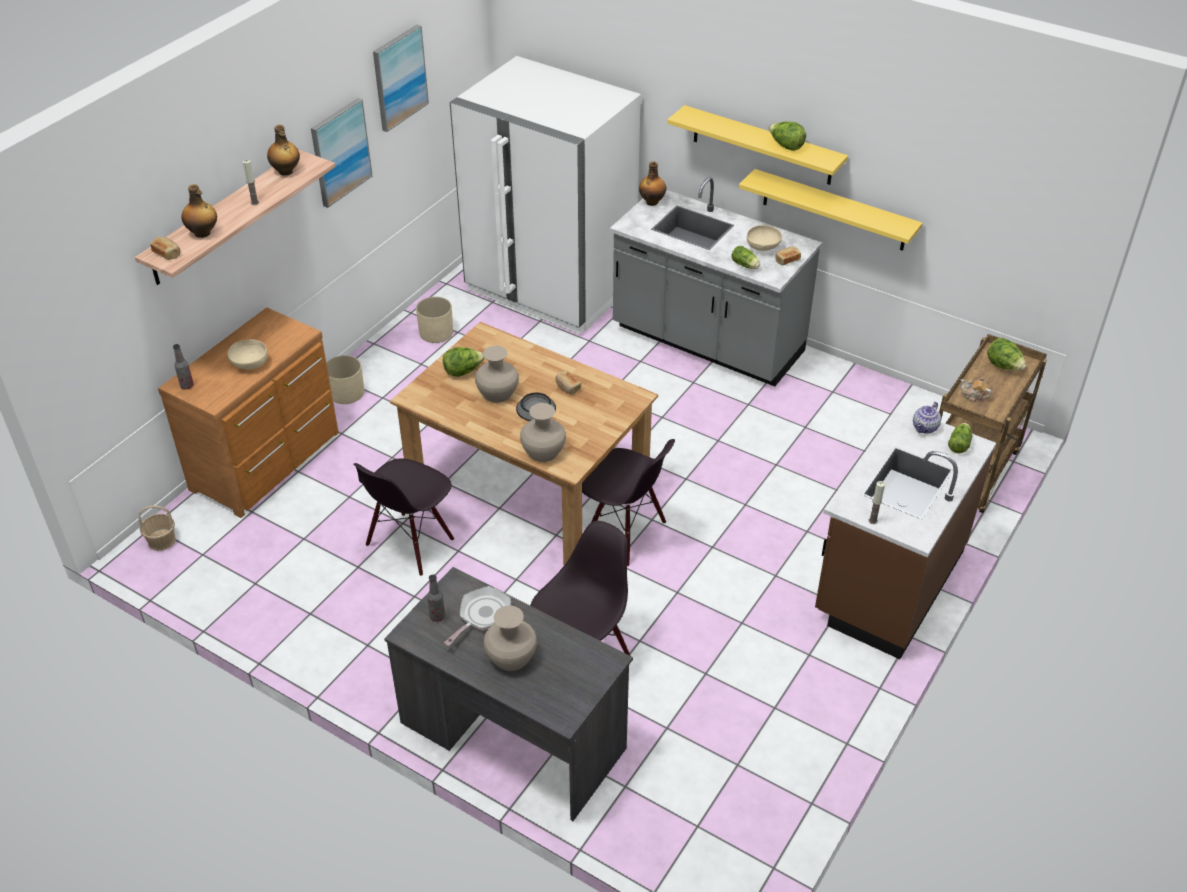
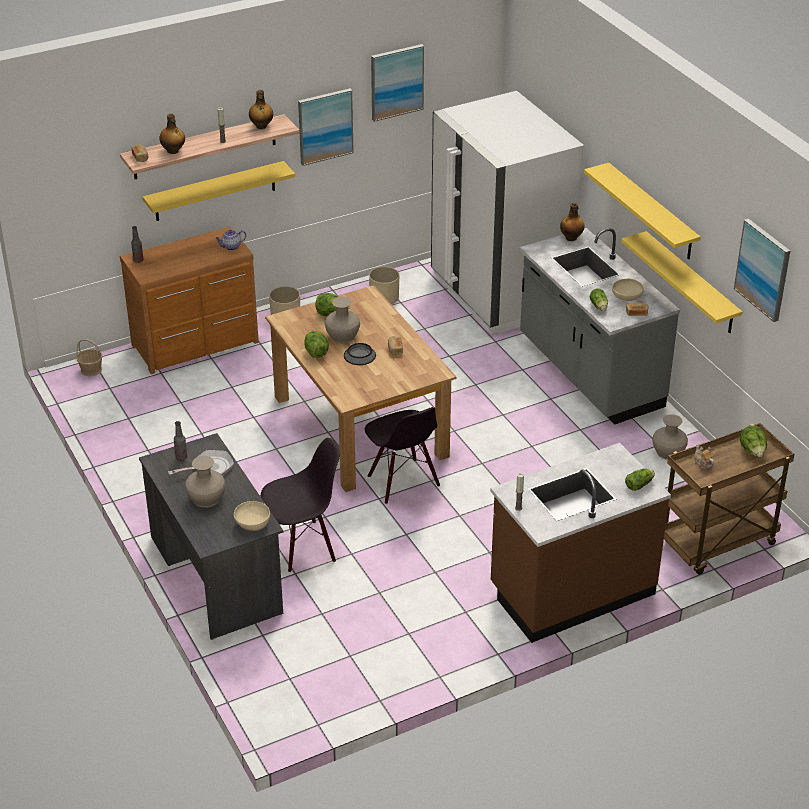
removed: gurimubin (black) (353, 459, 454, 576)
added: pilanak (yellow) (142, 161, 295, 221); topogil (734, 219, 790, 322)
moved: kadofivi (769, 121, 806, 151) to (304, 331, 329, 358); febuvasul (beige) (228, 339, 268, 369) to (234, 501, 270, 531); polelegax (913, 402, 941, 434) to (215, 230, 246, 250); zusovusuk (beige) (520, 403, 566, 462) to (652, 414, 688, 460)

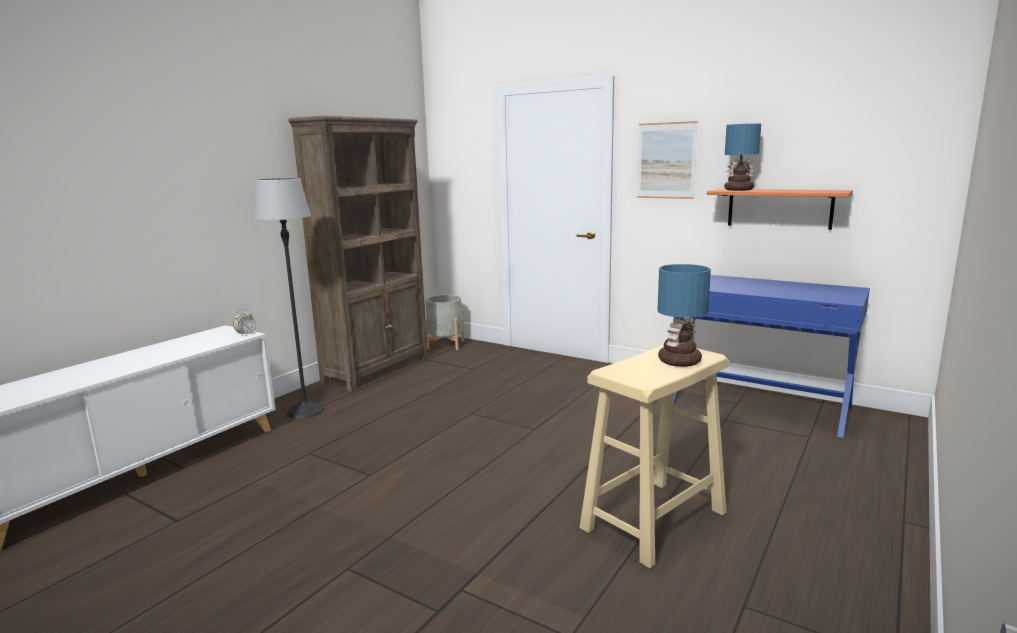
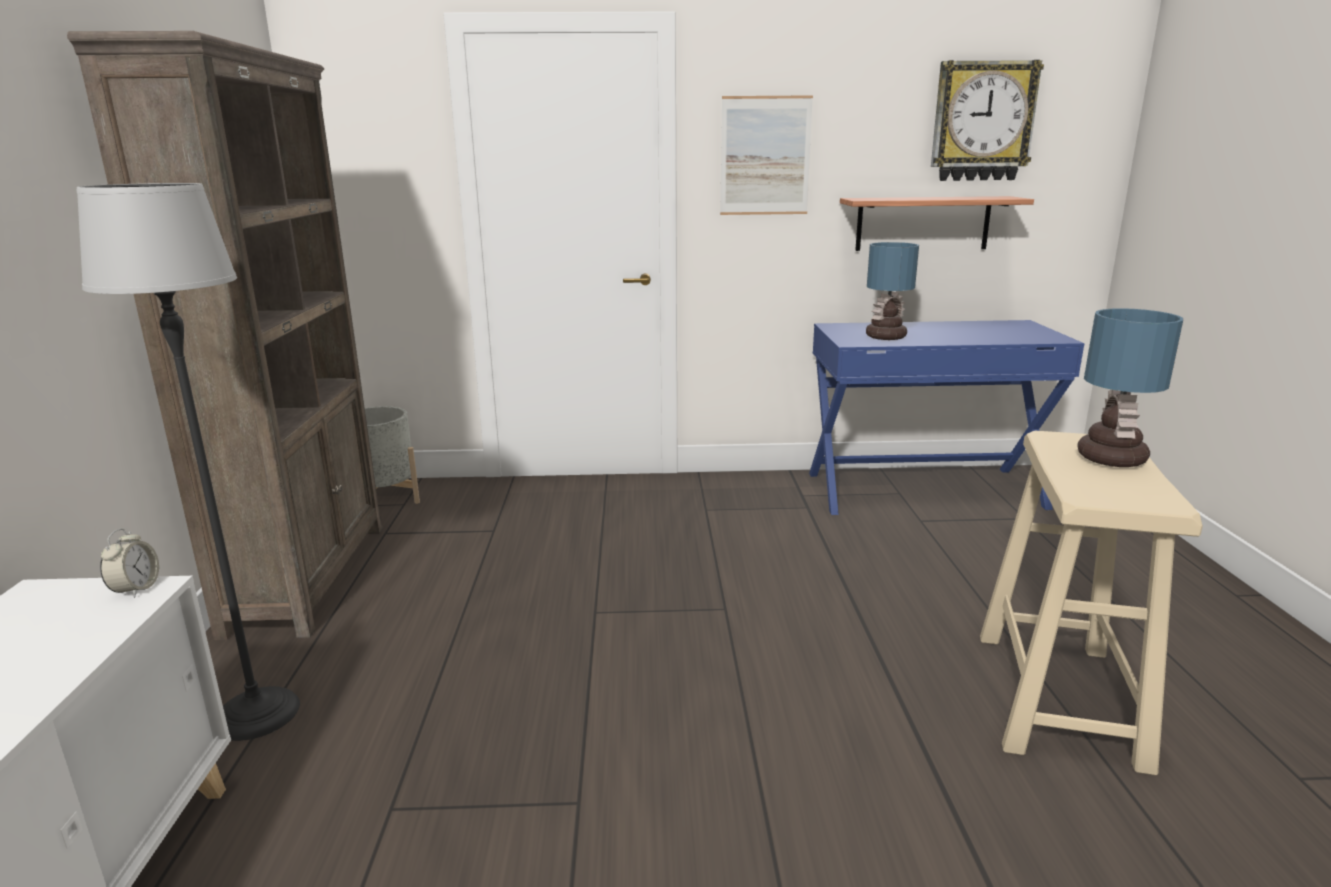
added: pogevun (931, 60, 1044, 181)
moved: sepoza (724, 124, 761, 191) to (866, 242, 919, 340)

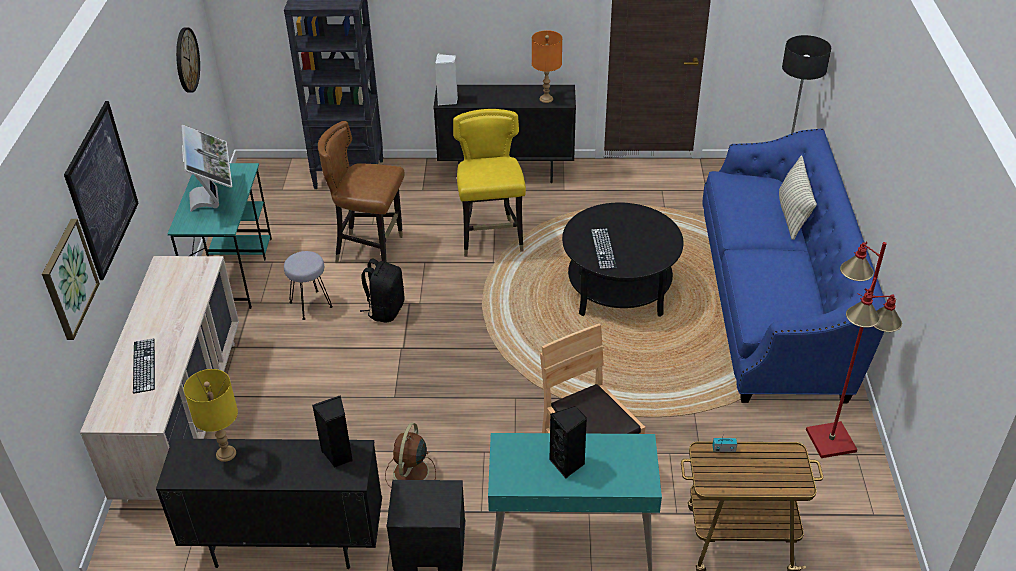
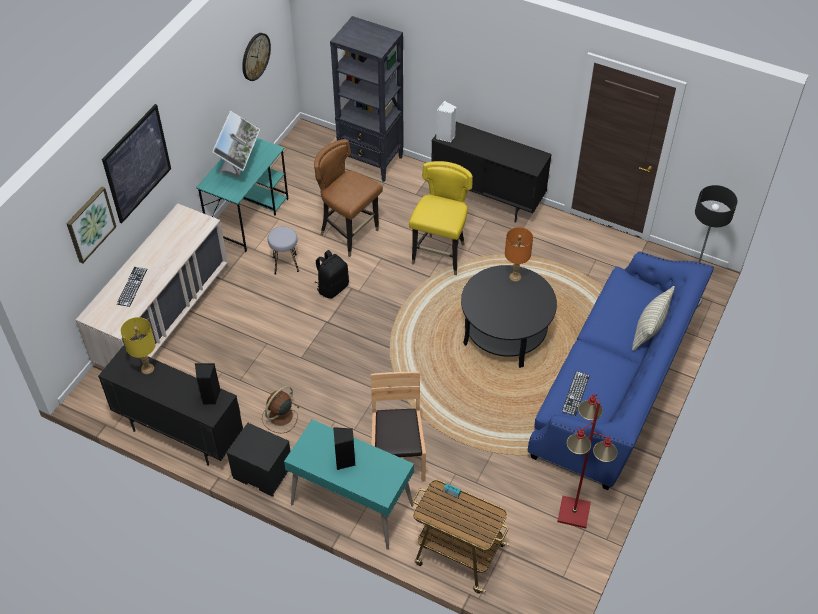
moved: sepoza (orange) (532, 30, 562, 103) to (505, 227, 533, 282); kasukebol (591, 228, 617, 269) to (562, 371, 590, 416)

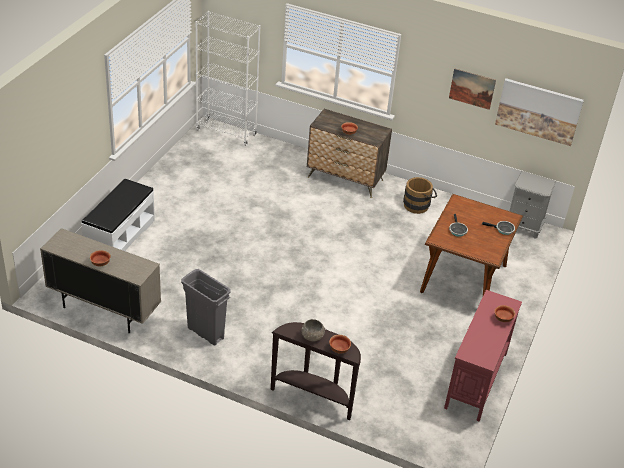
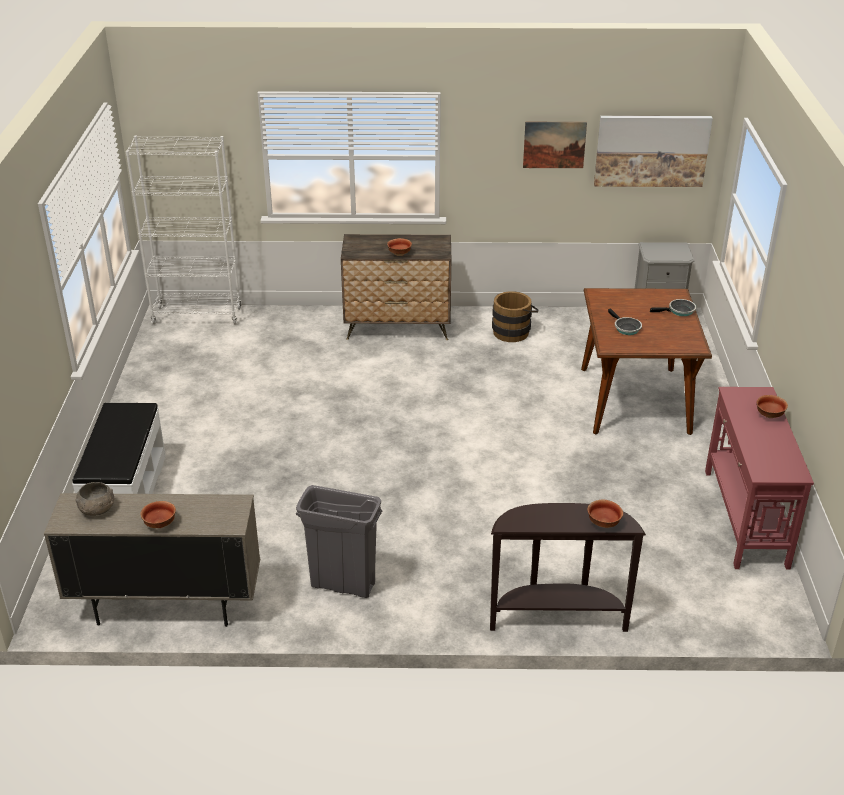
moved: febuvasul (grey) (301, 319, 325, 341) to (75, 482, 114, 516)

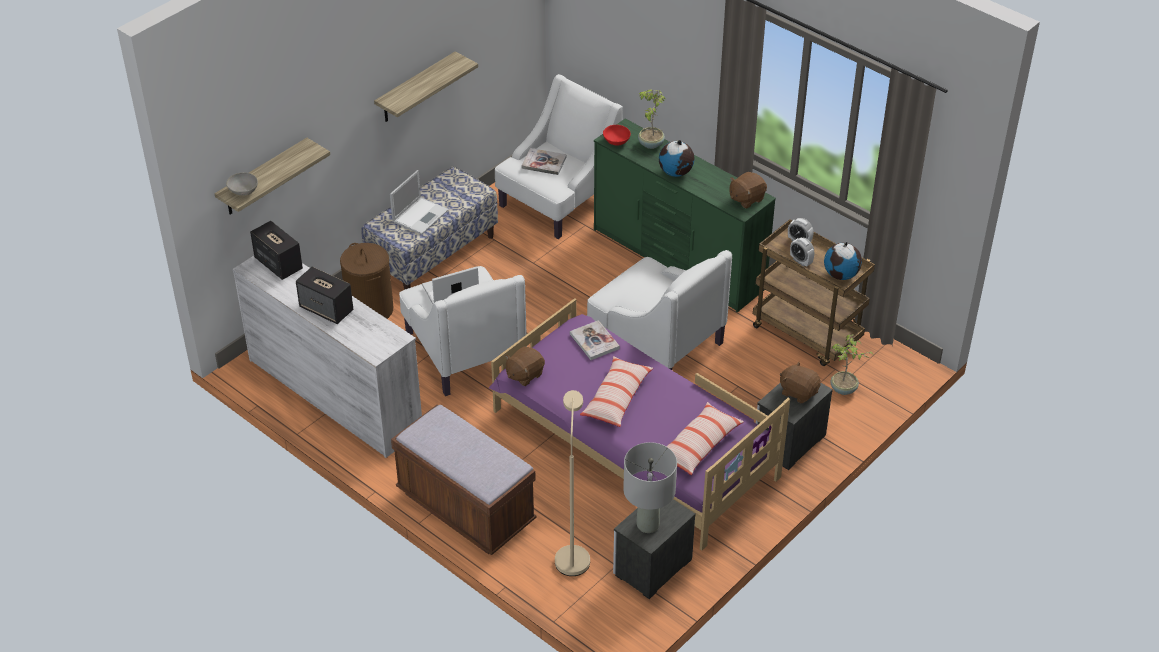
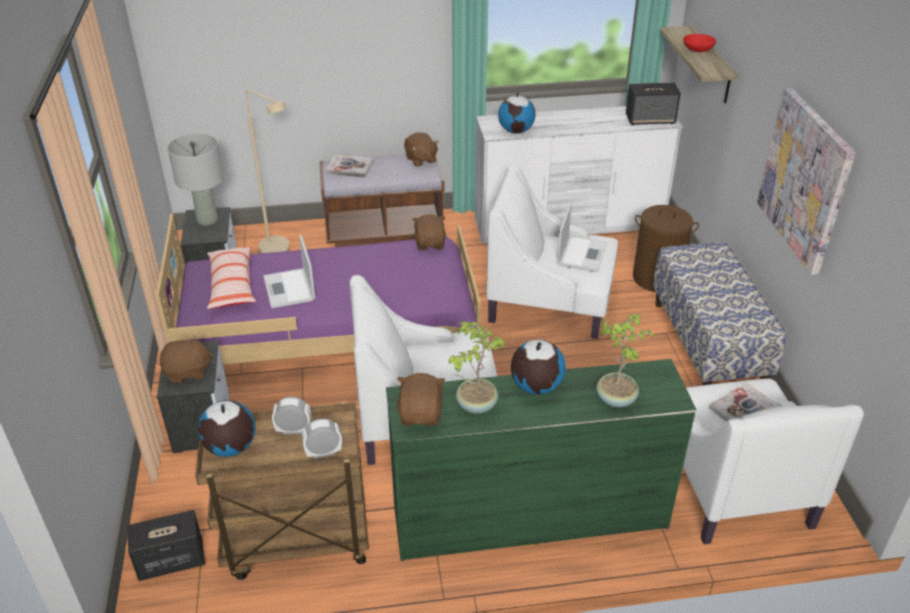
removed: febuvasul (grey) (226, 172, 258, 196); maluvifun (580, 356, 653, 427)
added: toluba (498, 91, 536, 134); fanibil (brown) (404, 132, 439, 167)
moved: febuvasul (red) (603, 125, 631, 145) to (683, 34, 716, 52); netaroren (390, 170, 449, 235) to (263, 235, 315, 308); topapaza (296, 267, 353, 324) to (127, 510, 205, 581); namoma (570, 320, 620, 360) to (325, 155, 373, 178); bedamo (830, 334, 874, 395) to (449, 322, 506, 414)
replaced: pilanak (374, 51, 478, 122) to topogil (757, 88, 856, 275)

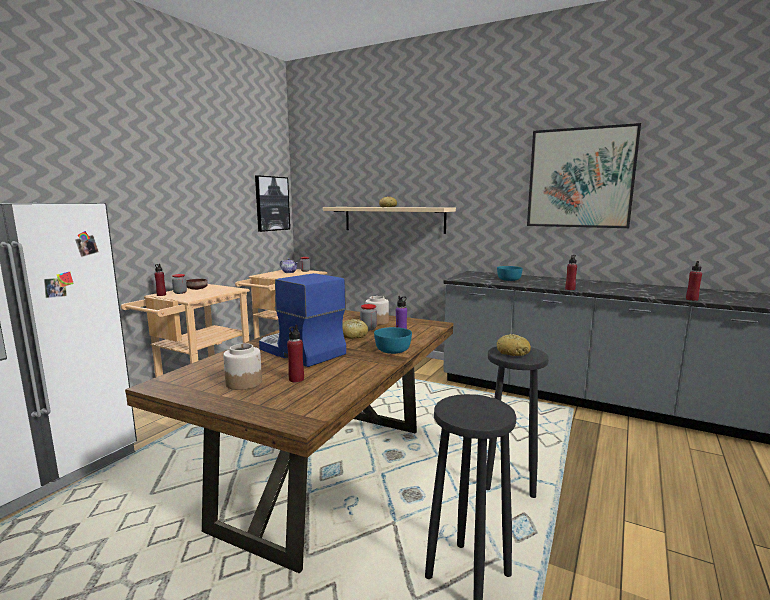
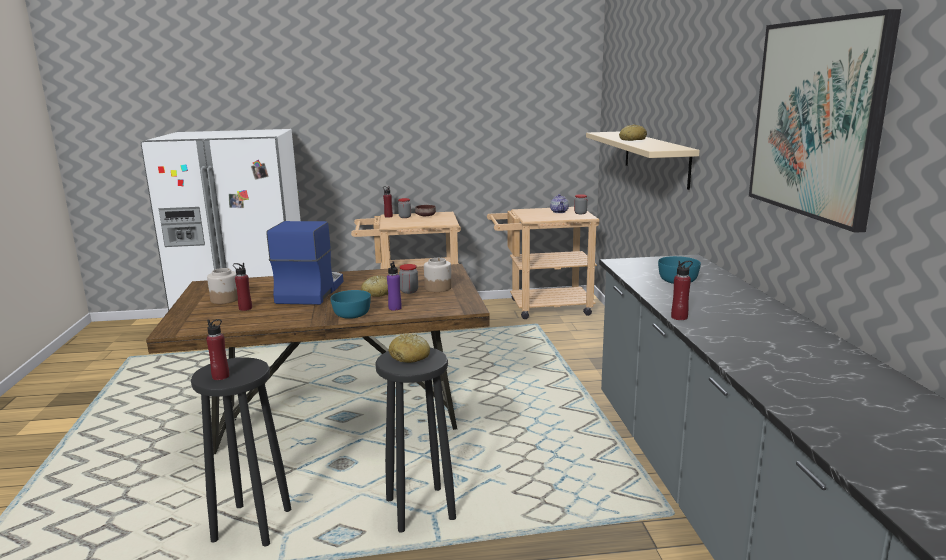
removed: topogil (255, 175, 290, 232)
moved: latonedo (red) (686, 261, 702, 301) to (206, 319, 229, 380)

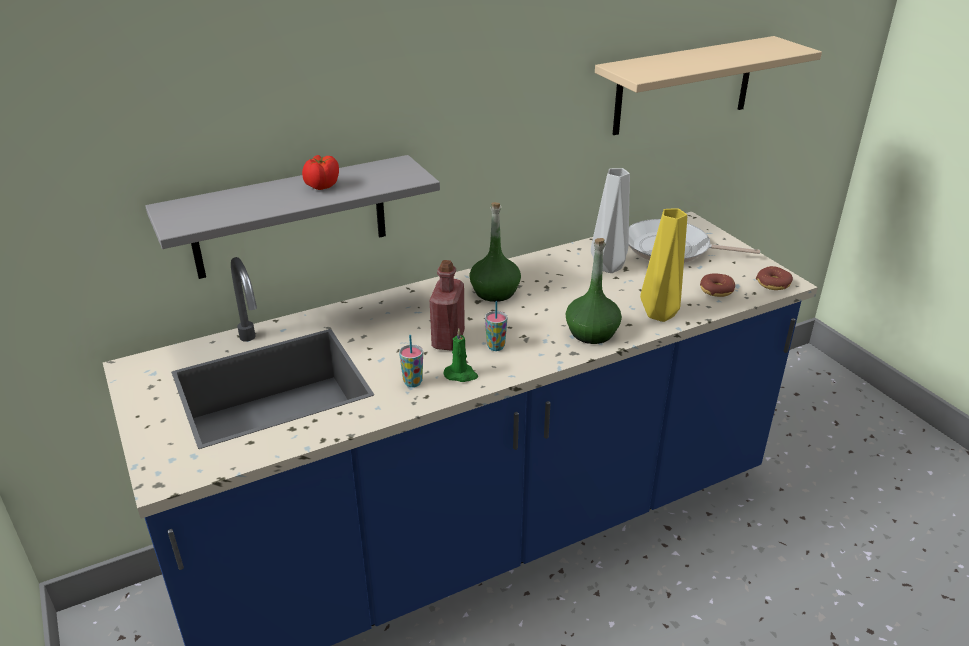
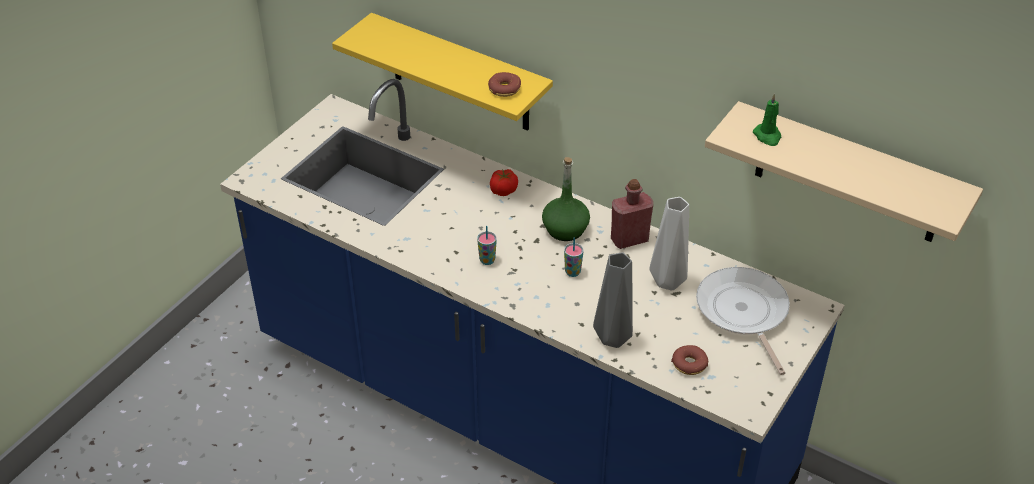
removed: latonedo (green) (566, 238, 622, 344)
moved: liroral (302, 155, 339, 190) to (490, 169, 518, 196); latonedo (red) (430, 260, 465, 351) to (611, 179, 653, 249); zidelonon (756, 266, 793, 290) to (488, 72, 521, 97); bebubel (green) (444, 328, 478, 382) to (753, 93, 781, 146); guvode (399, 335, 423, 387) to (564, 237, 584, 277)
recoloured: pilanak (grey) (145, 155, 440, 279) to pilanak (yellow) (332, 13, 553, 131); zusovusuk (yellow) (640, 208, 687, 322) to zusovusuk (grey) (593, 252, 633, 348)

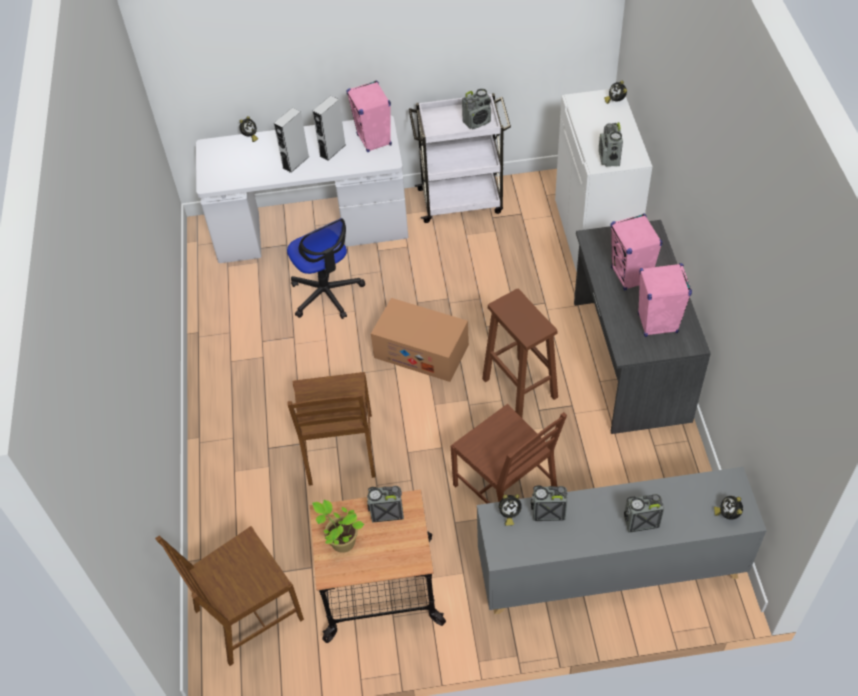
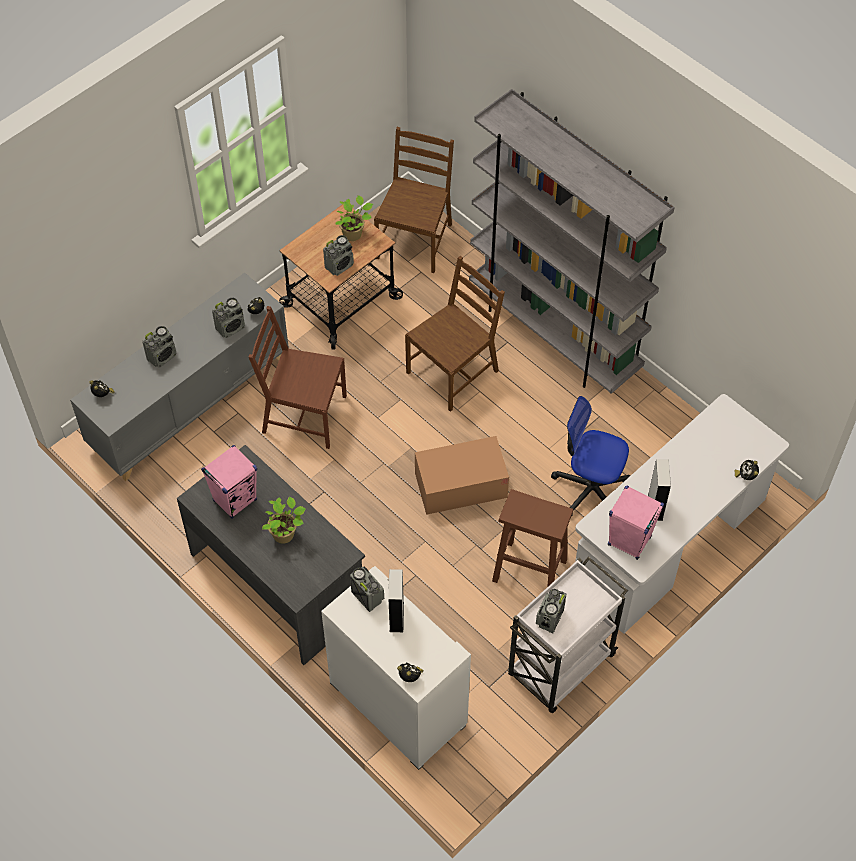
added: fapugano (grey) (469, 89, 675, 394)
moved: topapaza (grey) (274, 107, 309, 173) to (388, 569, 404, 632); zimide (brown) (482, 289, 558, 418) to (492, 489, 573, 587)
replaced: topapaza (pink) (611, 214, 663, 290) to bedamo (262, 496, 306, 544)
turned: gurimubin (brown) (287, 372, 376, 486) = (405, 256, 505, 412) 90 degrees clockwise

